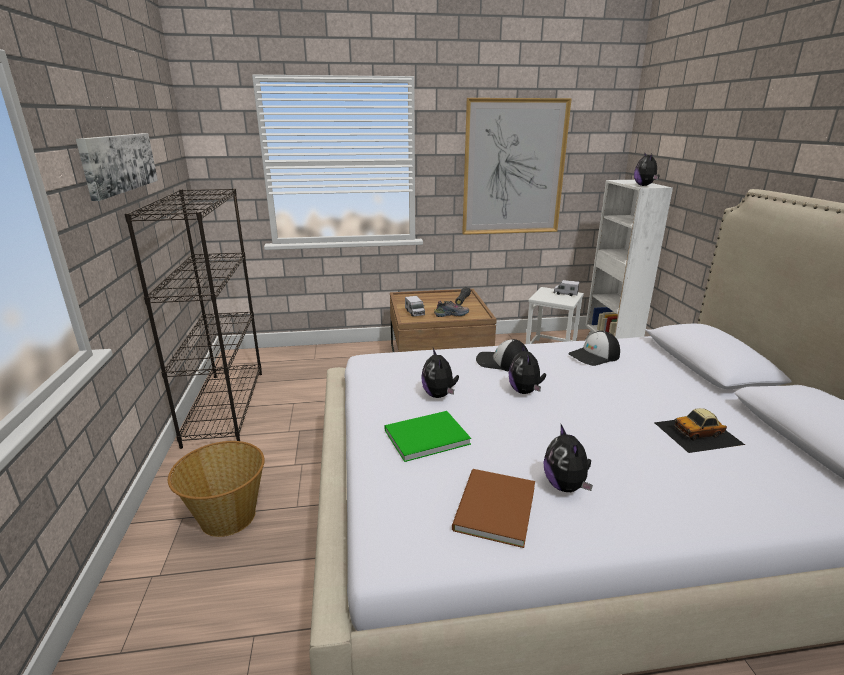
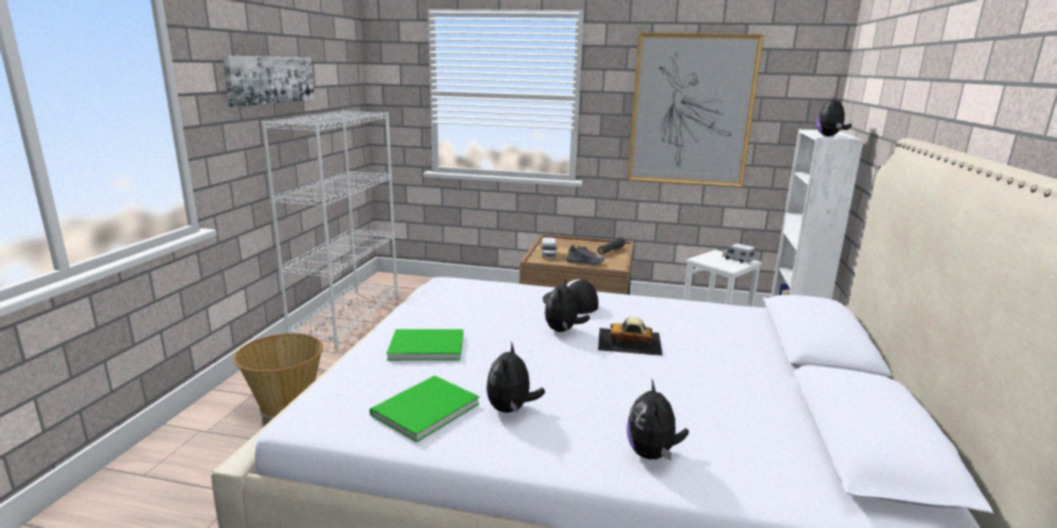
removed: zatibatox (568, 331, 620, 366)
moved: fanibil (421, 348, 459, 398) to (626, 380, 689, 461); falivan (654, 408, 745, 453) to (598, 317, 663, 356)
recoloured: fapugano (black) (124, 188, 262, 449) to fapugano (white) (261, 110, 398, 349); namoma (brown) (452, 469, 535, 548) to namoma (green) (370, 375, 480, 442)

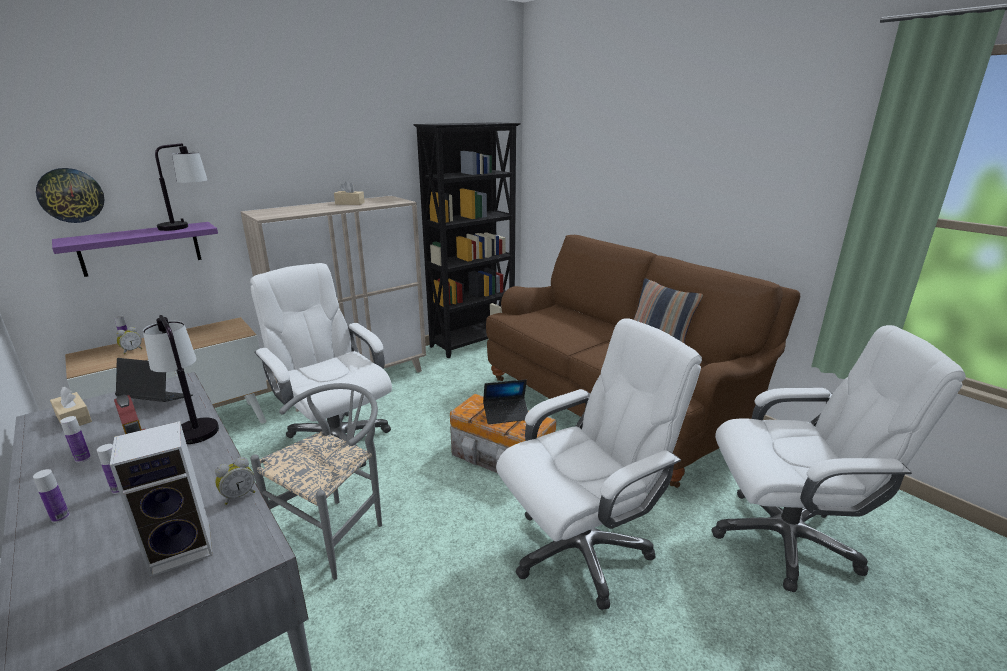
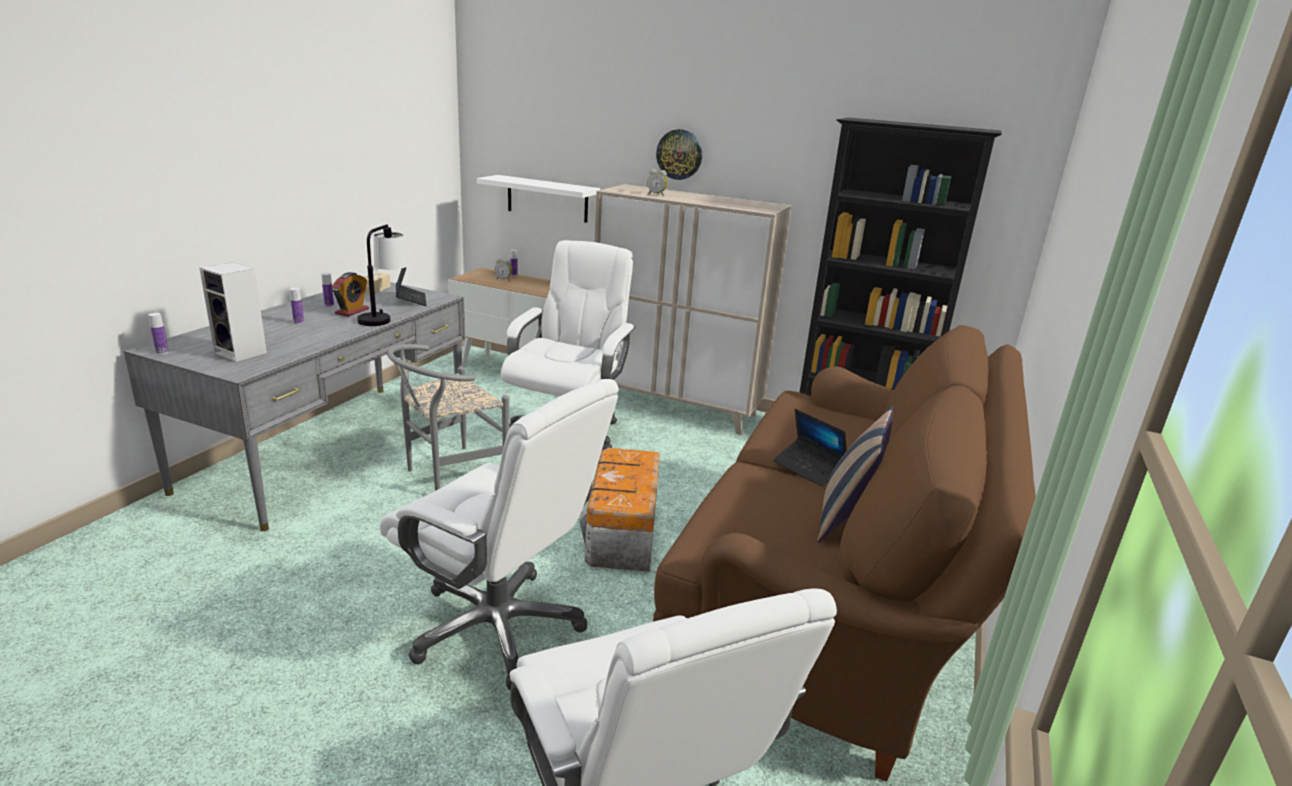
removed: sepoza (155, 143, 207, 231); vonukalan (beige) (334, 181, 365, 205)
moved: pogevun (36, 168, 104, 223) to (656, 129, 702, 180); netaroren (483, 379, 528, 424) to (773, 409, 847, 486); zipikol (215, 457, 255, 505) to (647, 169, 668, 196); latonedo (33, 469, 70, 523) to (149, 313, 169, 354)
recoloured: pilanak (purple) (52, 222, 218, 277) to pilanak (white) (477, 175, 600, 223)
turned: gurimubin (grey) (250, 383, 382, 580) = (387, 344, 509, 491) 135 degrees clockwise

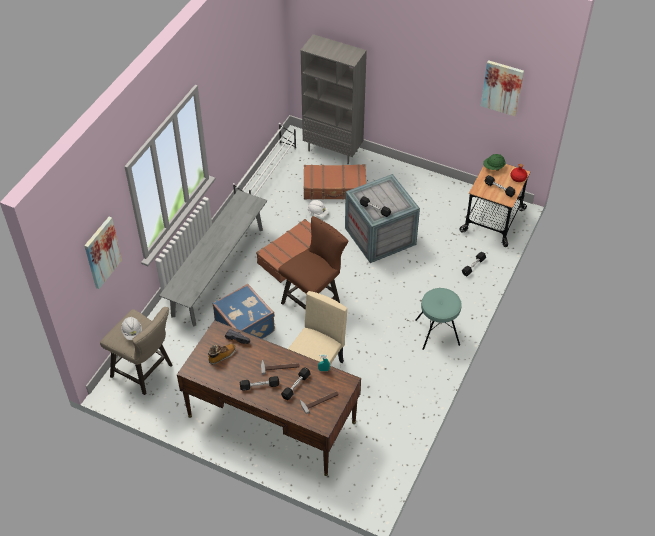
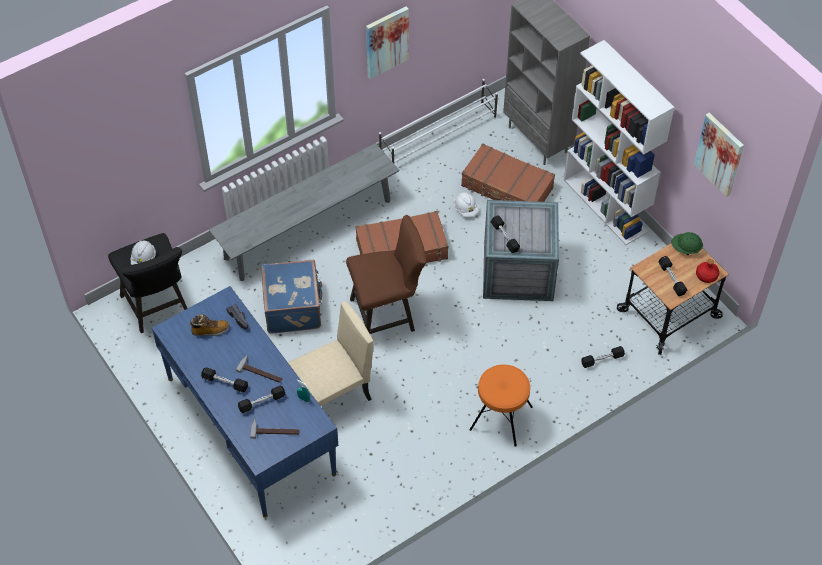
added: fapugano (white) (564, 40, 674, 245)
moved: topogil (84, 217, 122, 289) to (366, 6, 409, 79)
recoloured: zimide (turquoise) (415, 288, 461, 350) to zimide (orange) (469, 365, 533, 447); zimide (beige) (100, 307, 172, 395) to zimide (black) (108, 233, 188, 333); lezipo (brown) (177, 320, 361, 476) to lezipo (blue) (152, 286, 338, 518)

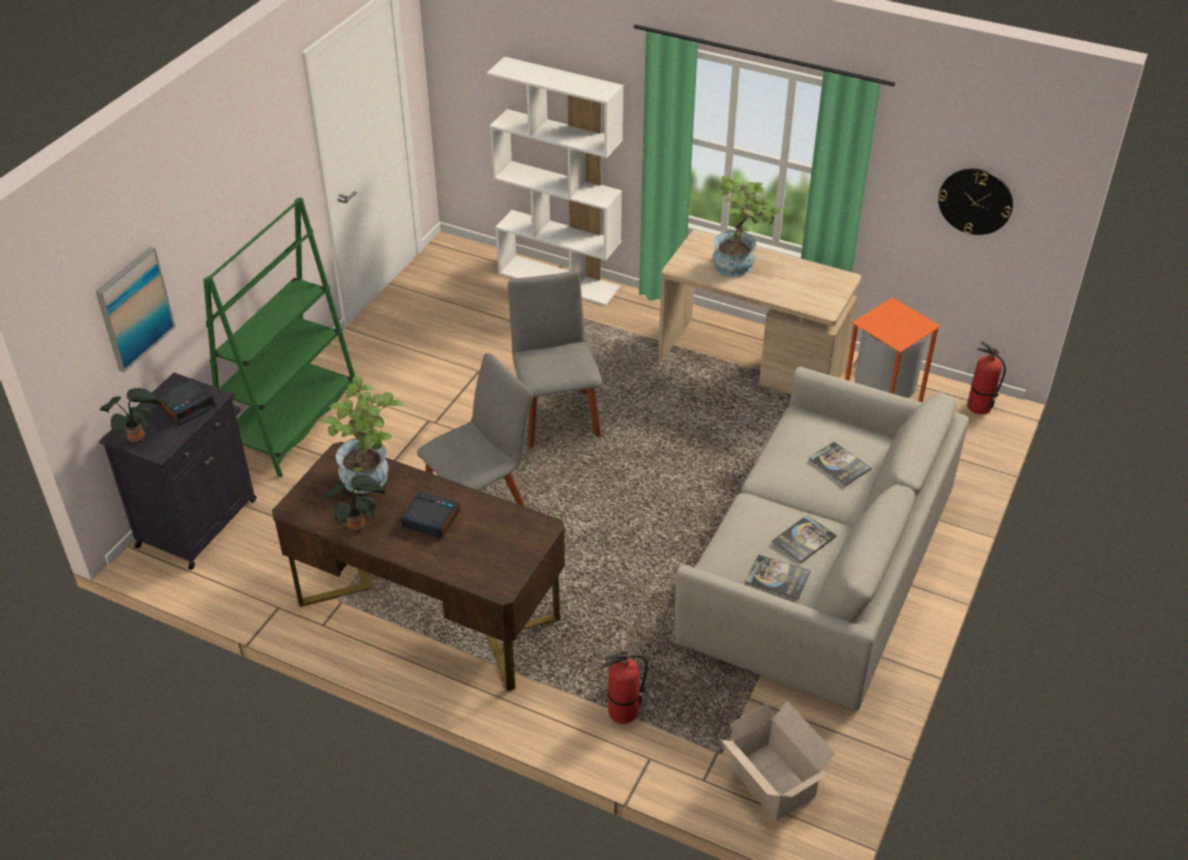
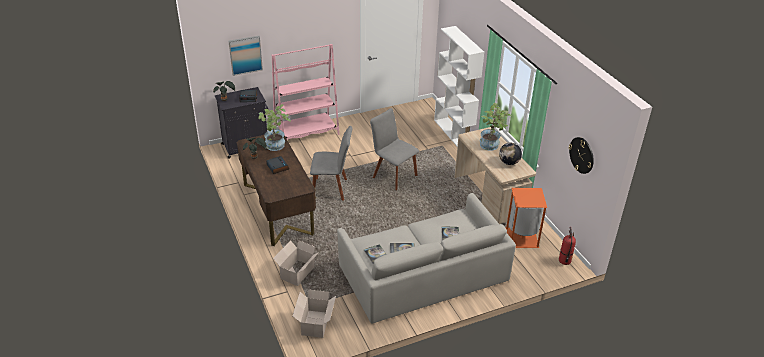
added: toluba (499, 143, 522, 165)
replaced: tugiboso (602, 650, 648, 724) to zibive (273, 240, 319, 286)
recoloured: fapugano (green) (203, 197, 359, 477) to fapugano (pink) (272, 44, 339, 140)
turned: gurimubin (grey) (508, 271, 602, 449) = (370, 108, 419, 190) 75 degrees counterclockwise

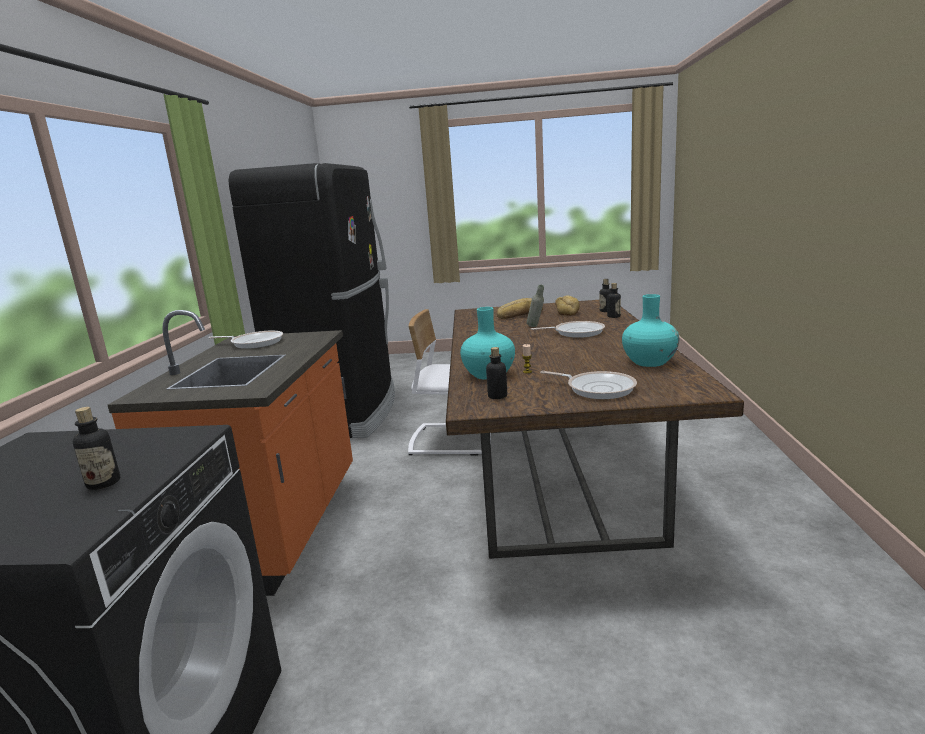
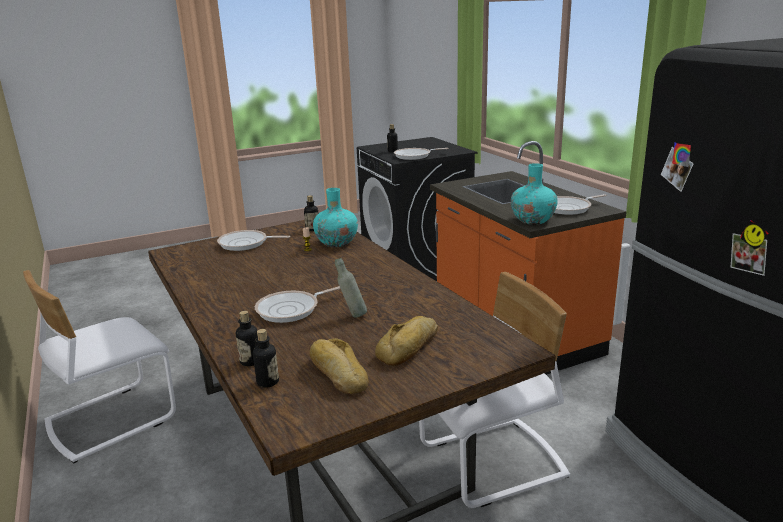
added: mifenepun (394, 148, 449, 160); gurimubin (white) (23, 270, 176, 463)
moved: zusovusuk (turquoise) (622, 294, 679, 367) to (511, 163, 558, 225)

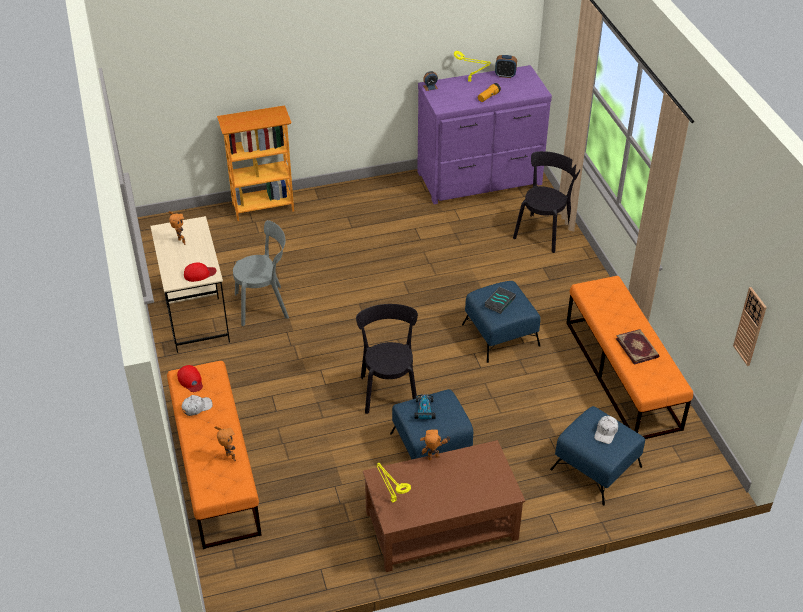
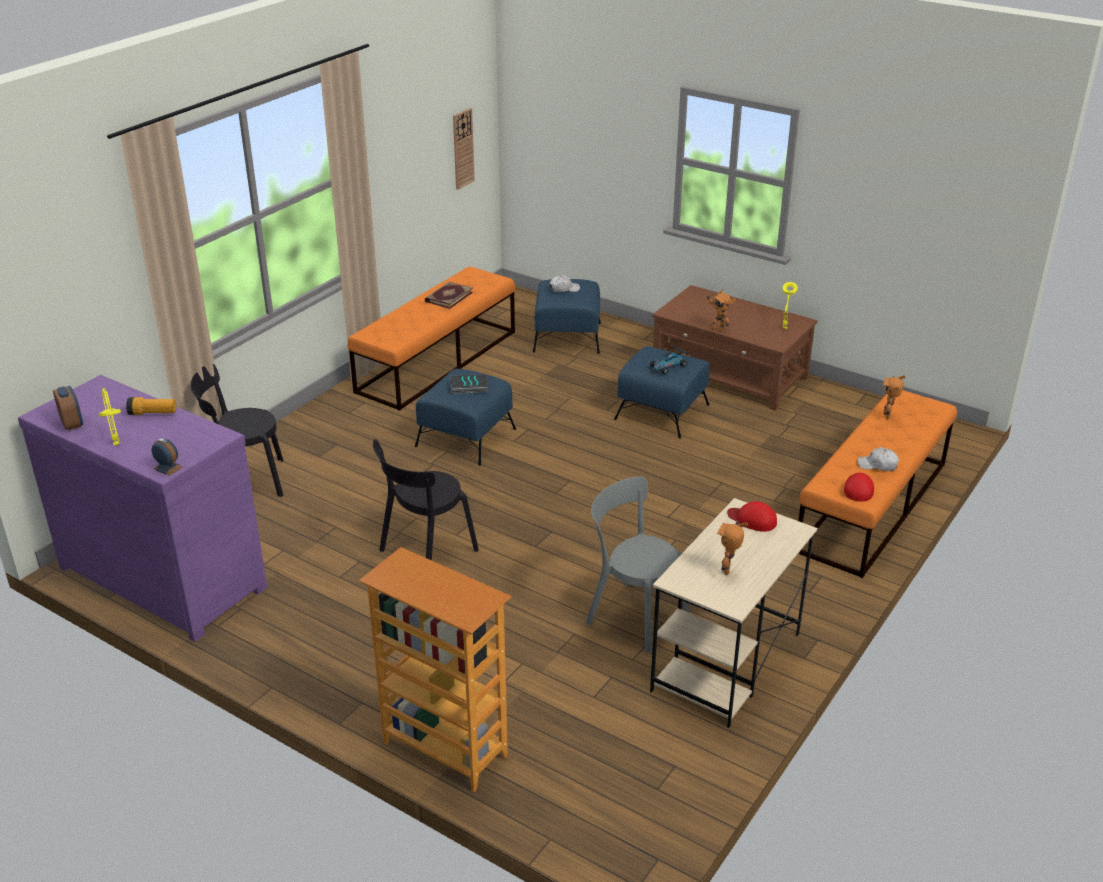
moved: gurimubin (black) (356, 304, 418, 414) to (373, 439, 479, 561)

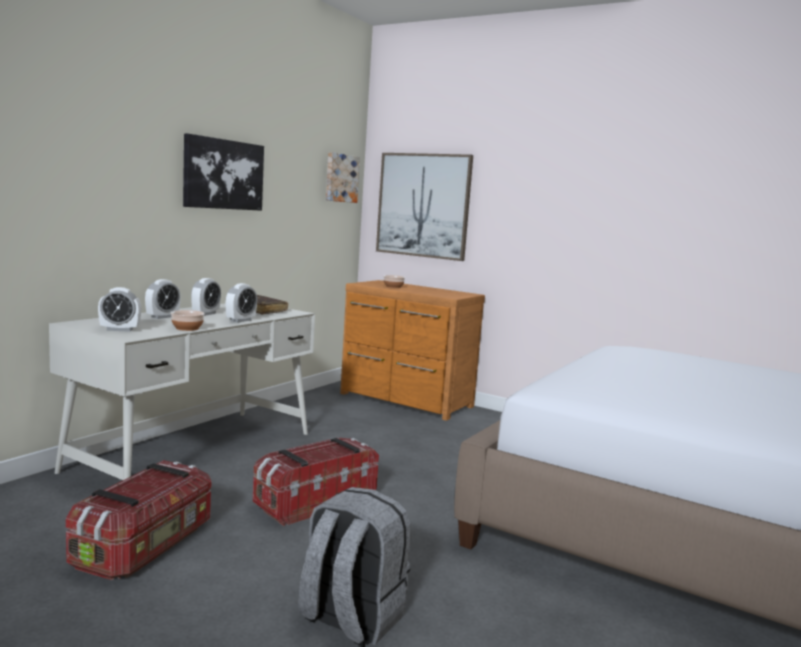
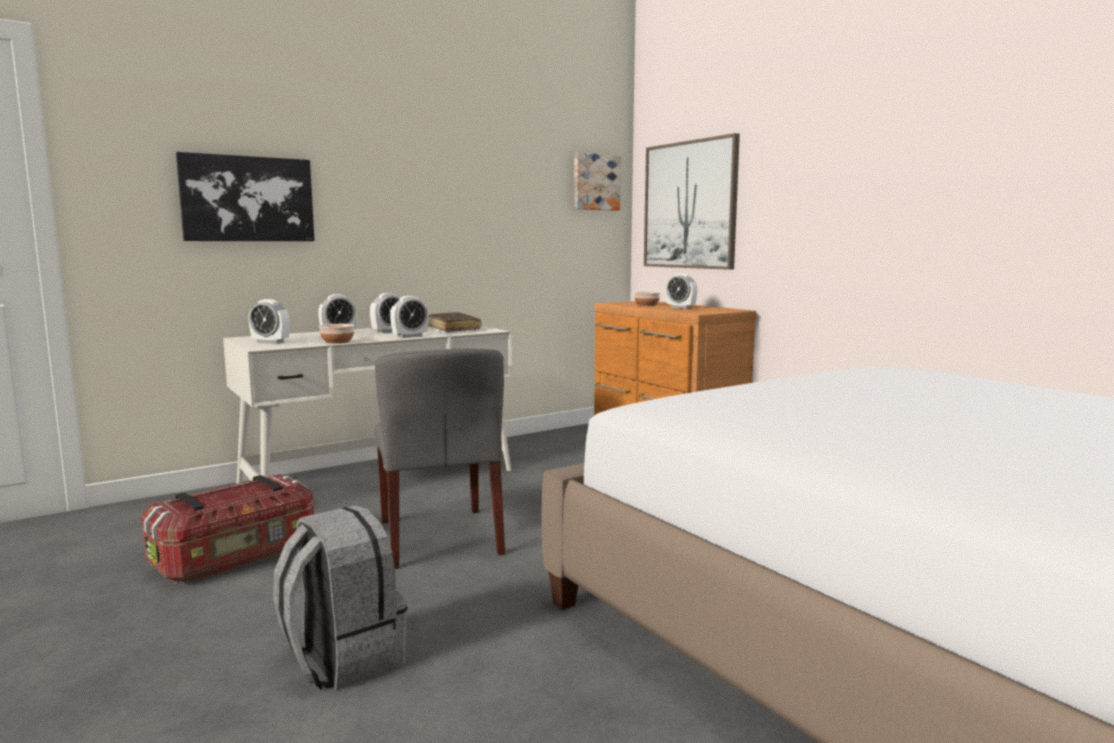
added: zipikol (666, 273, 697, 309)
moved: topogil (183, 133, 264, 211) to (176, 152, 315, 241)
replaced: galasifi (253, 438, 379, 526) to gurimubin (grey) (374, 348, 505, 569)

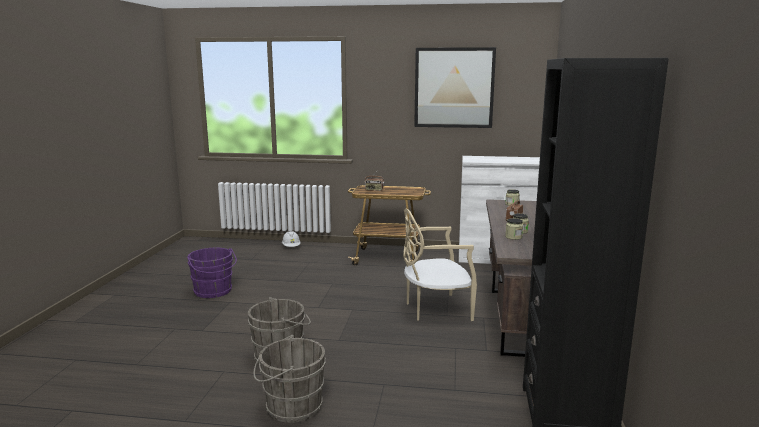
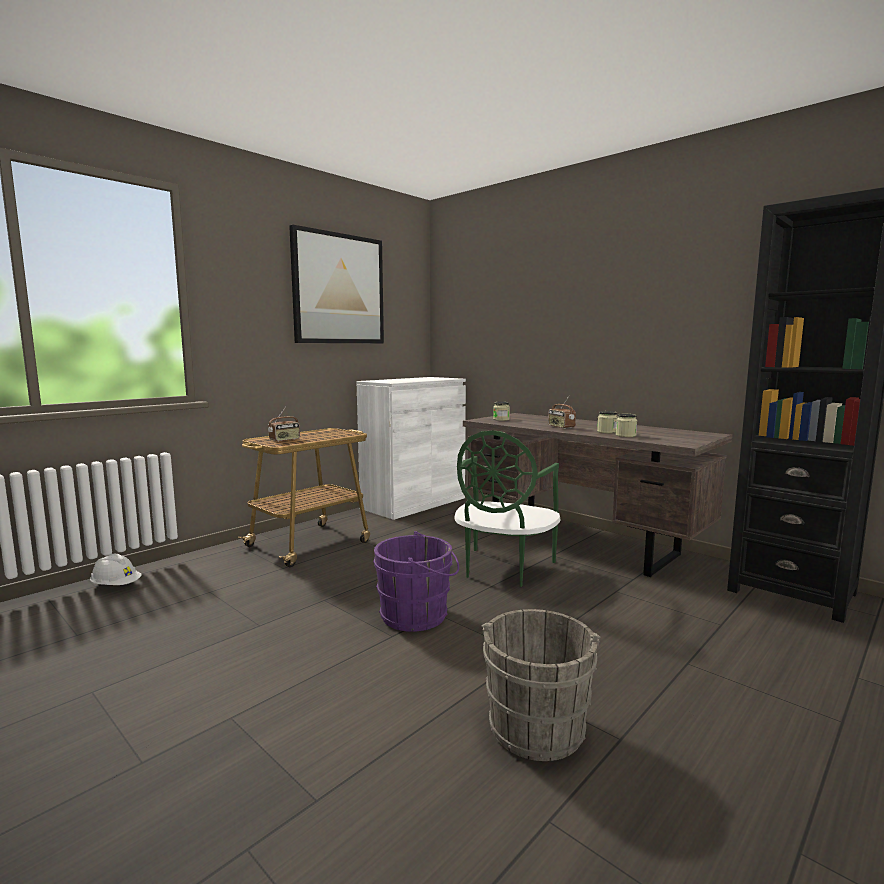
removed: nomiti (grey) (253, 335, 326, 423)
moved: nomiti (purple) (187, 248, 237, 298) to (373, 531, 459, 632)
recoloured: gurimubin (beige) (403, 208, 477, 321) to gurimubin (green) (454, 431, 560, 587)

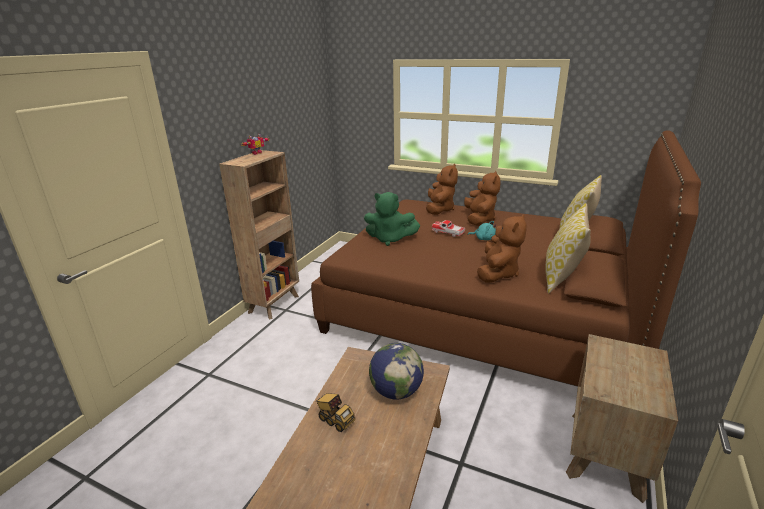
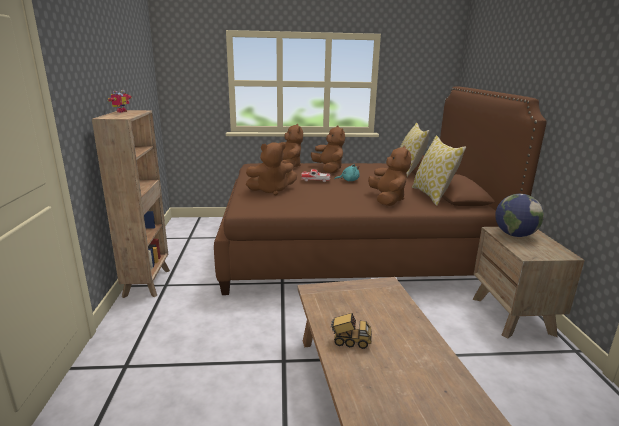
moved: toluba (369, 343, 424, 400) to (495, 194, 544, 237)
recoloured: fanibil (green) (364, 192, 420, 246) to fanibil (brown) (246, 142, 297, 195)

